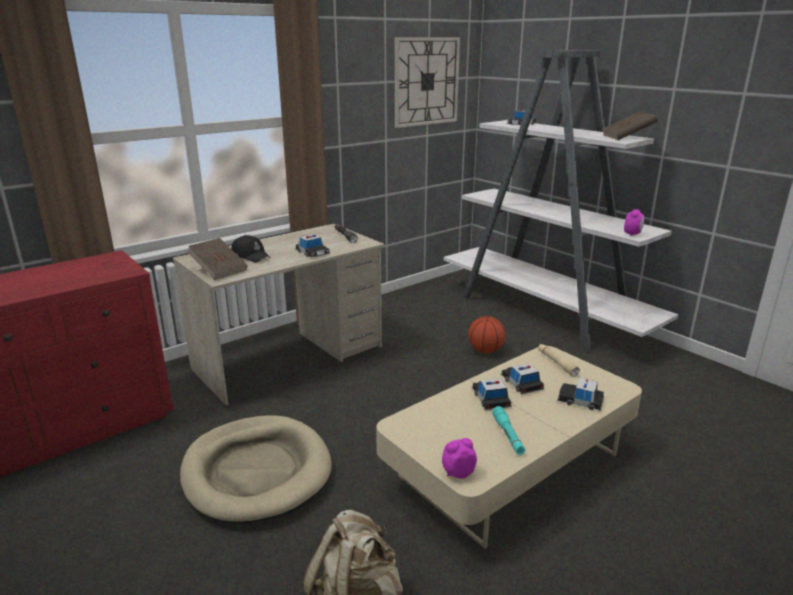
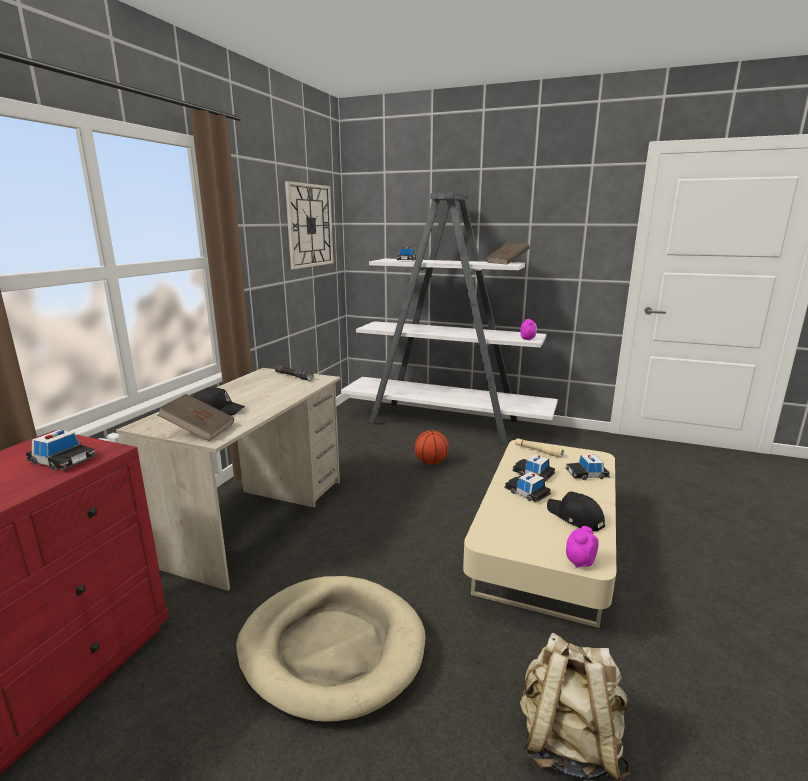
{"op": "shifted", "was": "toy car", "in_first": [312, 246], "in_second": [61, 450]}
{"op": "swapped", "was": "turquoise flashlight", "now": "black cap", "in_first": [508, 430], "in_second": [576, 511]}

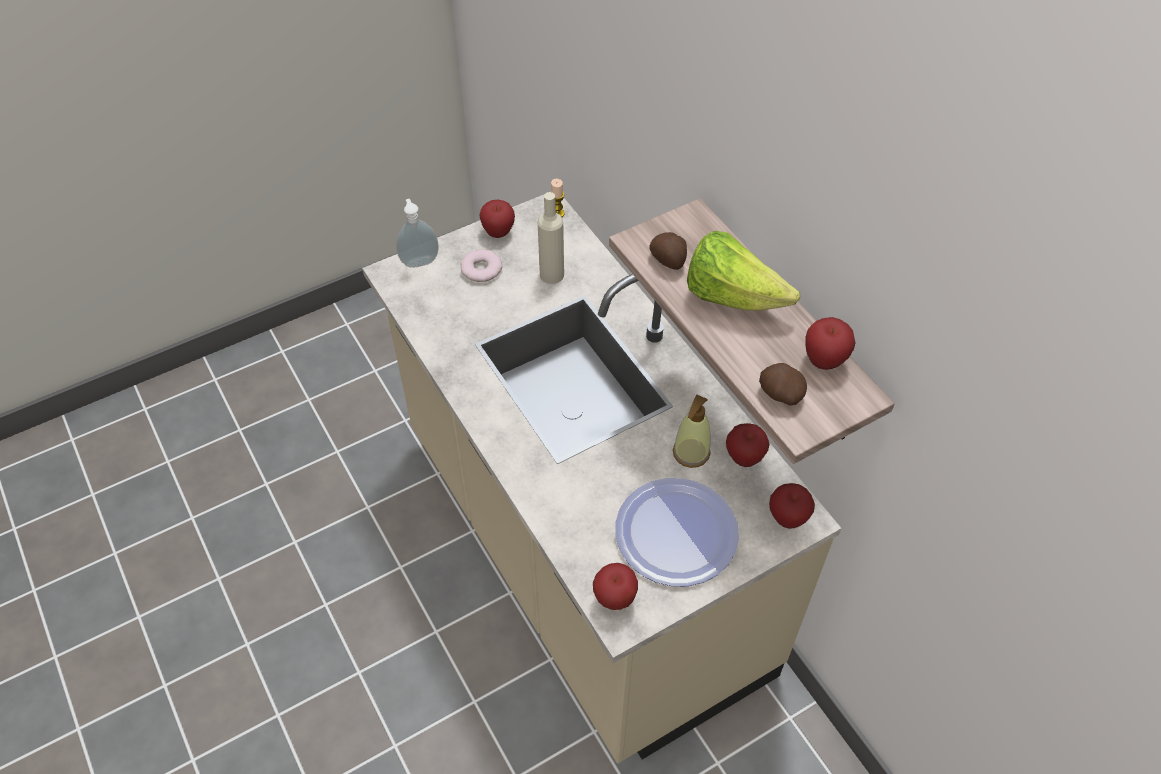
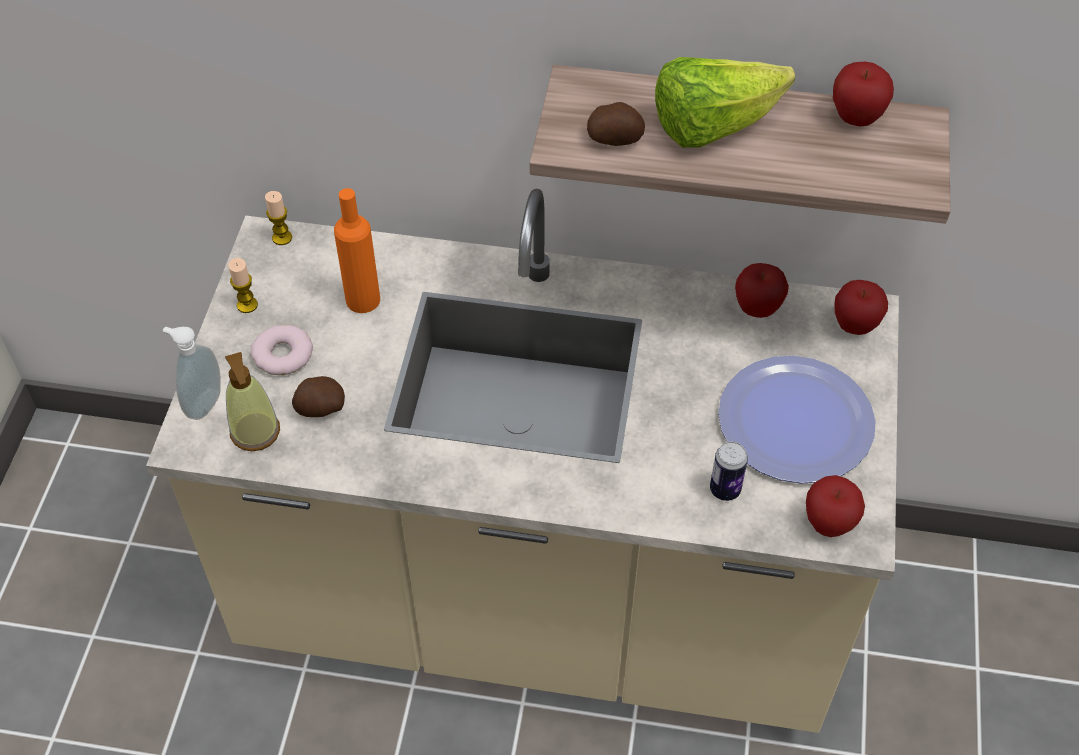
{"op": "new", "now": "can", "in_second": [729, 471]}
{"op": "shifted", "was": "soap dispenser", "in_first": [692, 431], "in_second": [252, 401]}
{"op": "shifted", "was": "potato", "in_first": [783, 384], "in_second": [318, 396]}
{"op": "swapped", "was": "apple", "now": "candle", "in_first": [497, 219], "in_second": [243, 285]}
{"op": "repainted", "was": "beige bottle", "now": "orange bottle", "in_first": [551, 238], "in_second": [357, 250]}

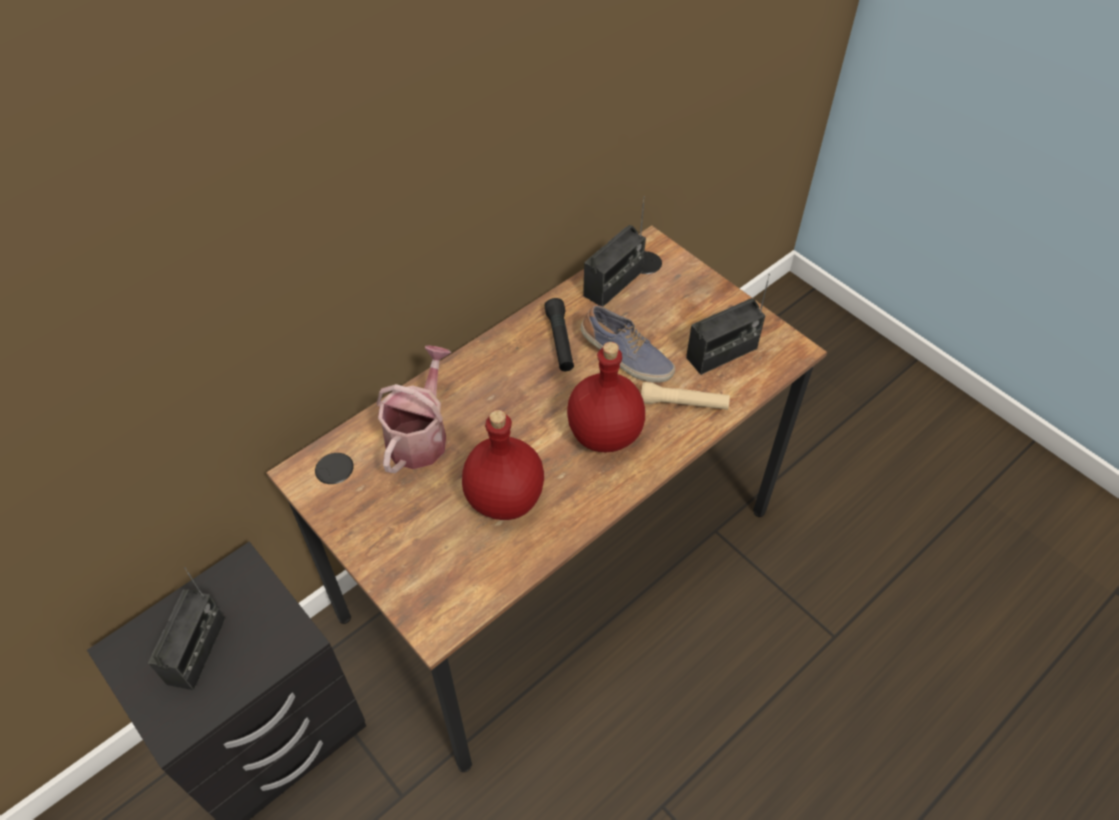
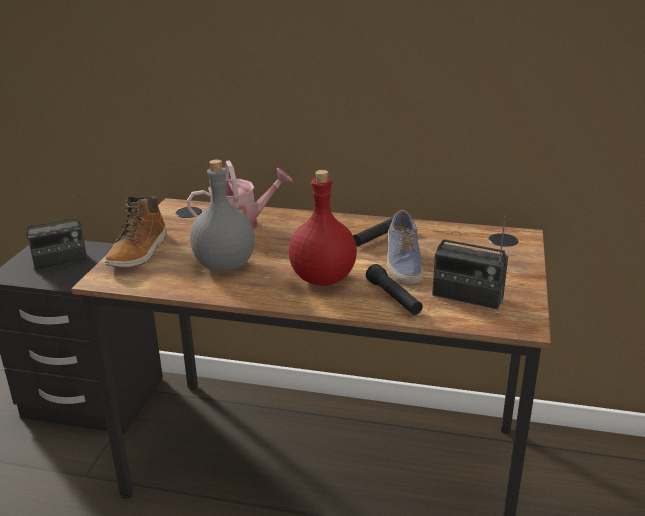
{"op": "gone", "was": "radio", "in_first": [614, 251]}
{"op": "new", "now": "boot", "in_second": [136, 232]}
{"op": "repainted", "was": "red bottle", "now": "grey bottle", "in_first": [503, 465], "in_second": [222, 216]}
{"op": "repainted", "was": "beige flashlight", "now": "black flashlight", "in_first": [685, 396], "in_second": [394, 289]}

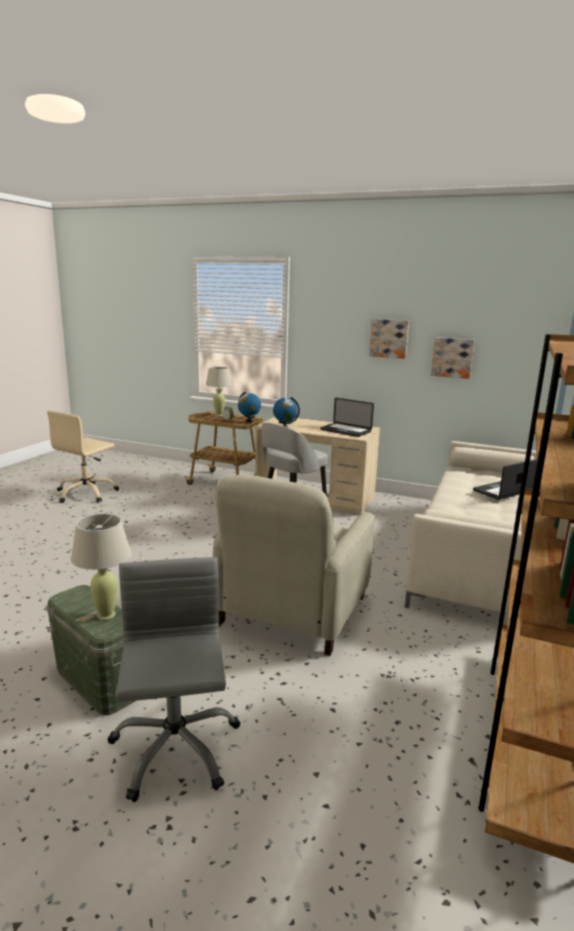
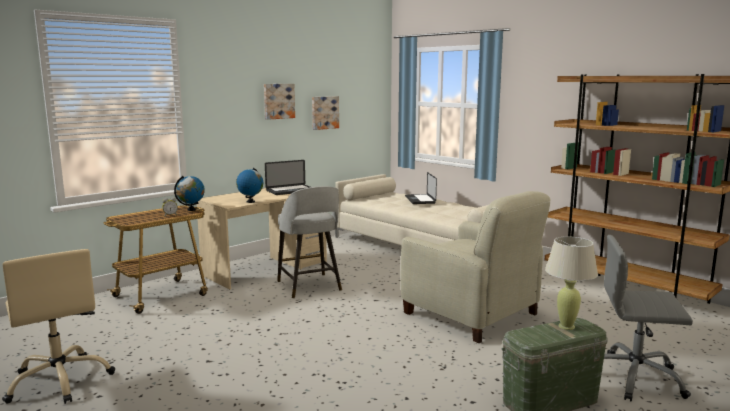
{"op": "gone", "was": "beige table lamp", "in_first": [219, 391]}

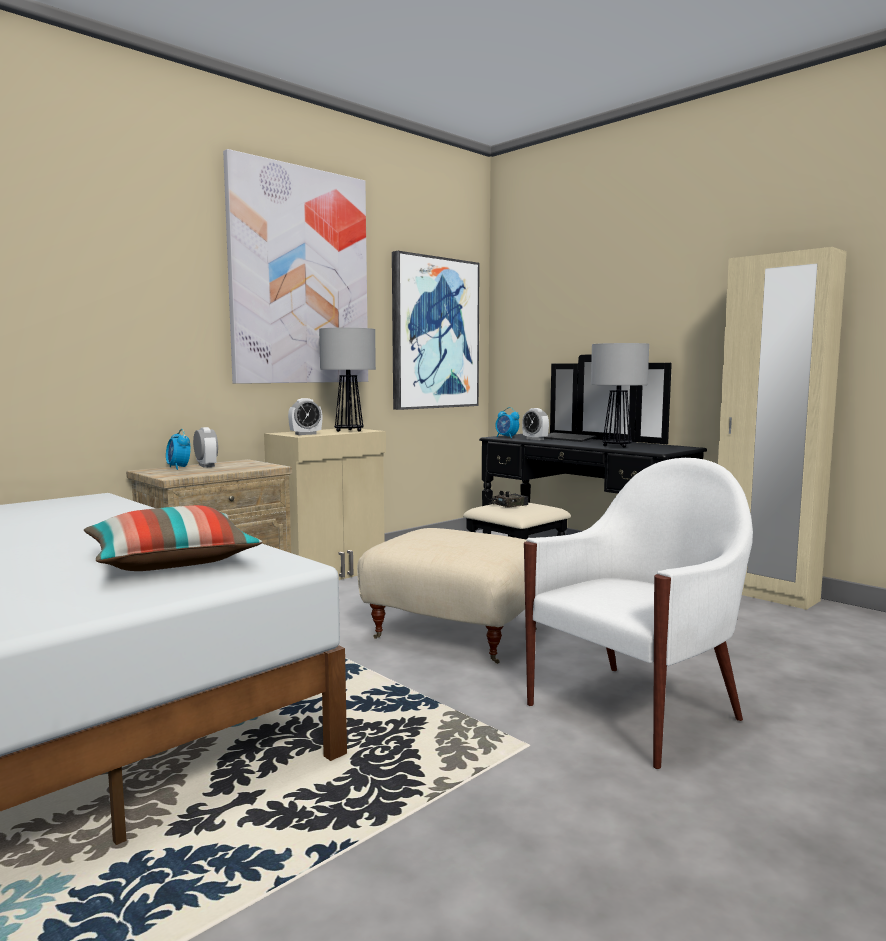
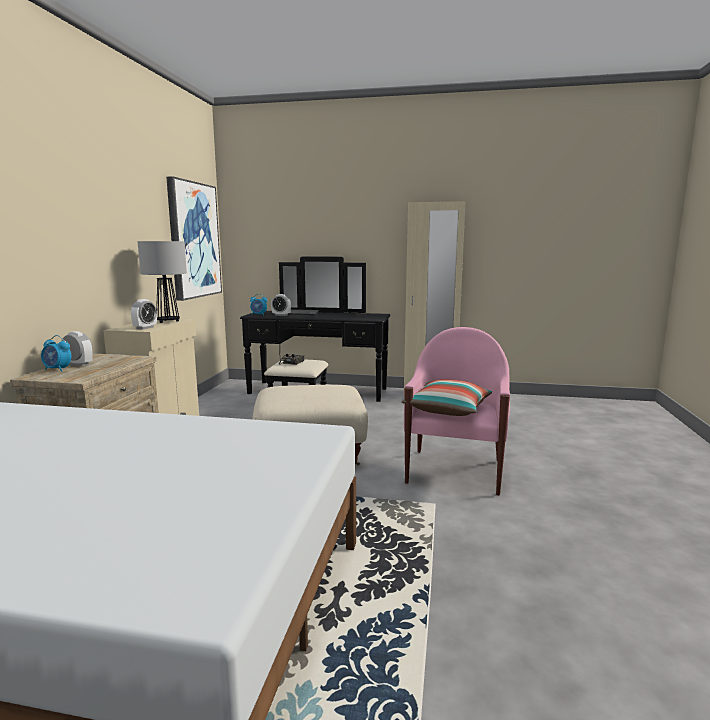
{"op": "gone", "was": "picture", "in_first": [295, 266]}
{"op": "gone", "was": "table lamp", "in_first": [620, 395]}
{"op": "shifted", "was": "pillow", "in_first": [173, 538], "in_second": [447, 397]}
{"op": "repainted", "was": "white armchair", "now": "pink armchair", "in_first": [638, 614], "in_second": [457, 411]}

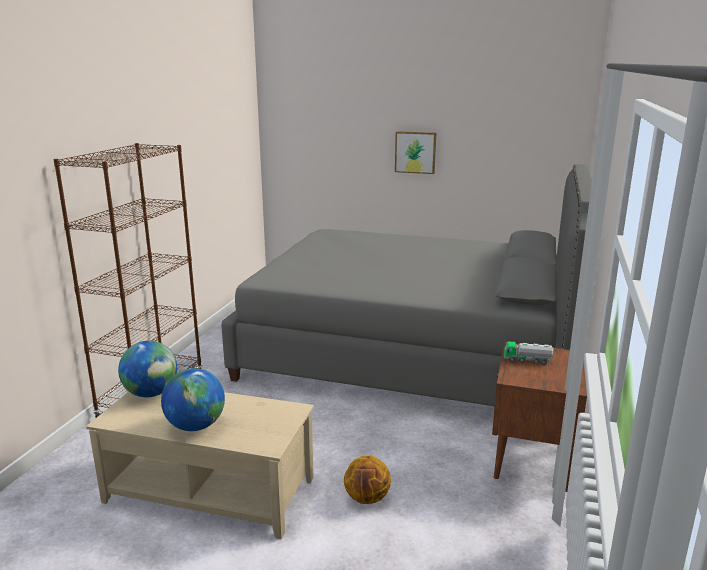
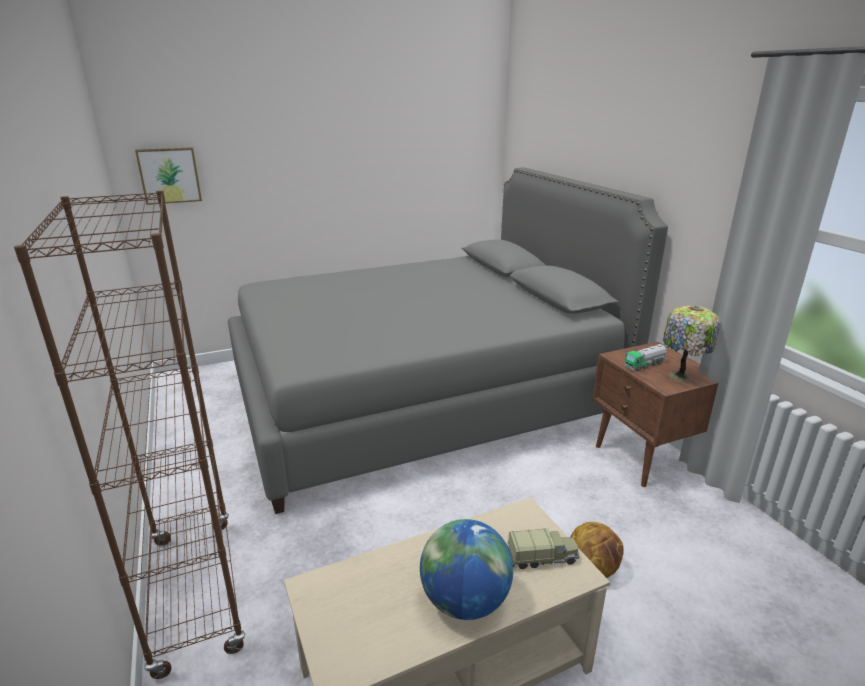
{"op": "gone", "was": "globe", "in_first": [147, 369]}
{"op": "new", "now": "toy truck", "in_second": [543, 548]}
{"op": "new", "now": "table lamp", "in_second": [691, 344]}
{"op": "shifted", "was": "picture", "in_first": [415, 152], "in_second": [168, 176]}

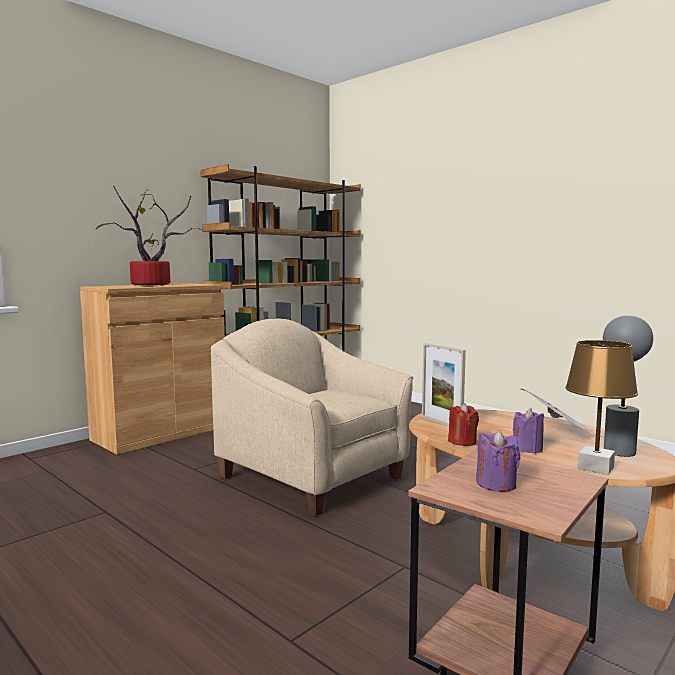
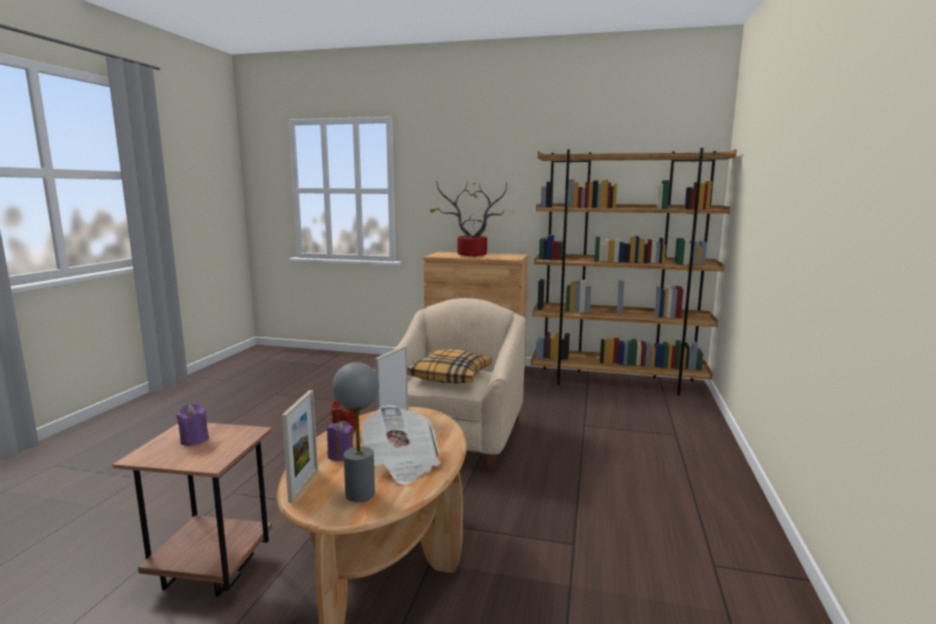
{"op": "new", "now": "pillow", "in_second": [449, 366]}
{"op": "swapped", "was": "brown table lamp", "now": "picture frame", "in_first": [601, 407], "in_second": [300, 446]}

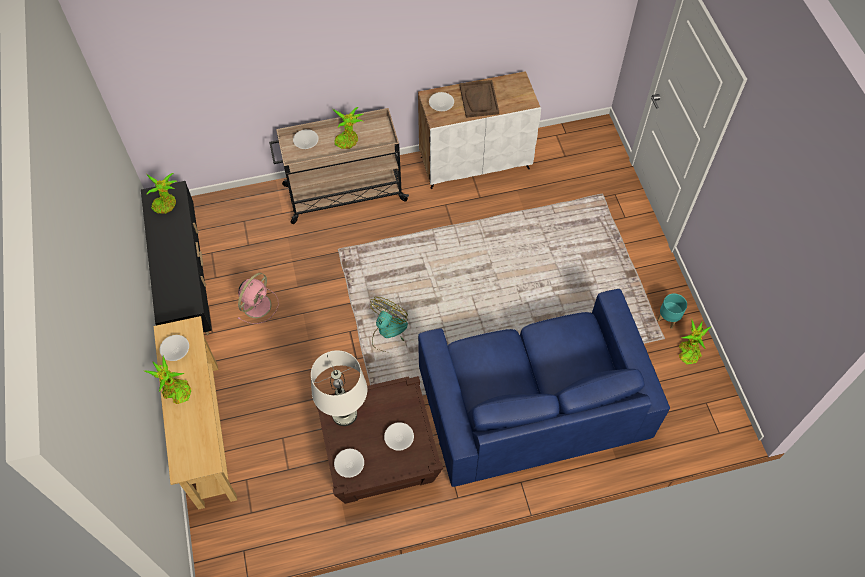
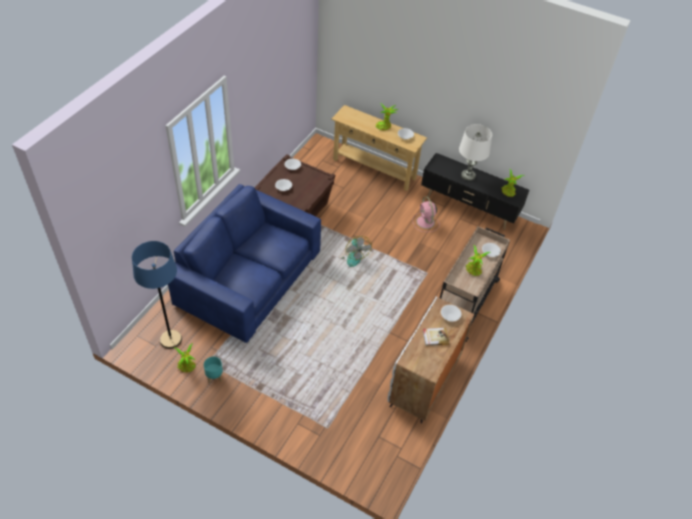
{"op": "new", "now": "blue floor lamp", "in_second": [157, 295]}
{"op": "shifted", "was": "white table lamp", "in_first": [339, 388], "in_second": [475, 152]}
{"op": "swapped", "was": "brown tray", "now": "book", "in_first": [479, 99], "in_second": [436, 337]}

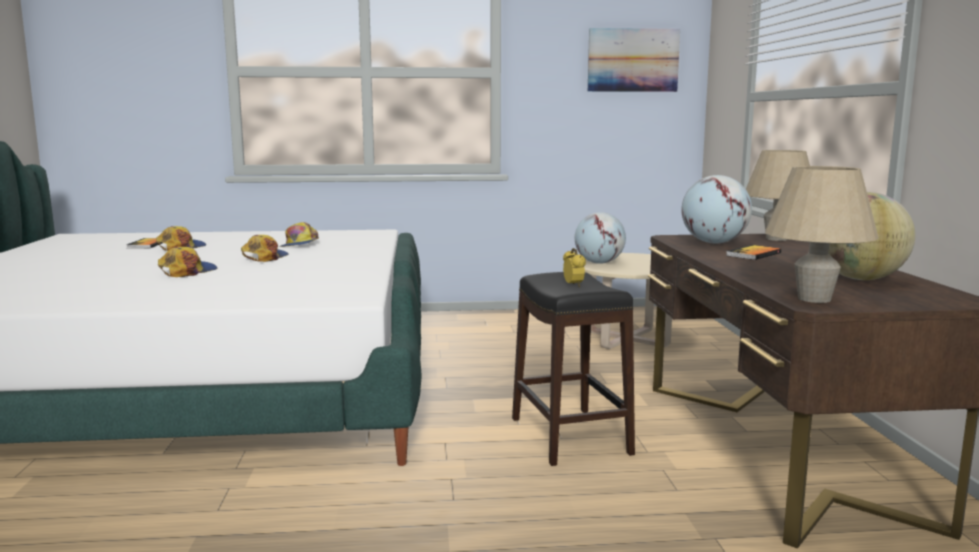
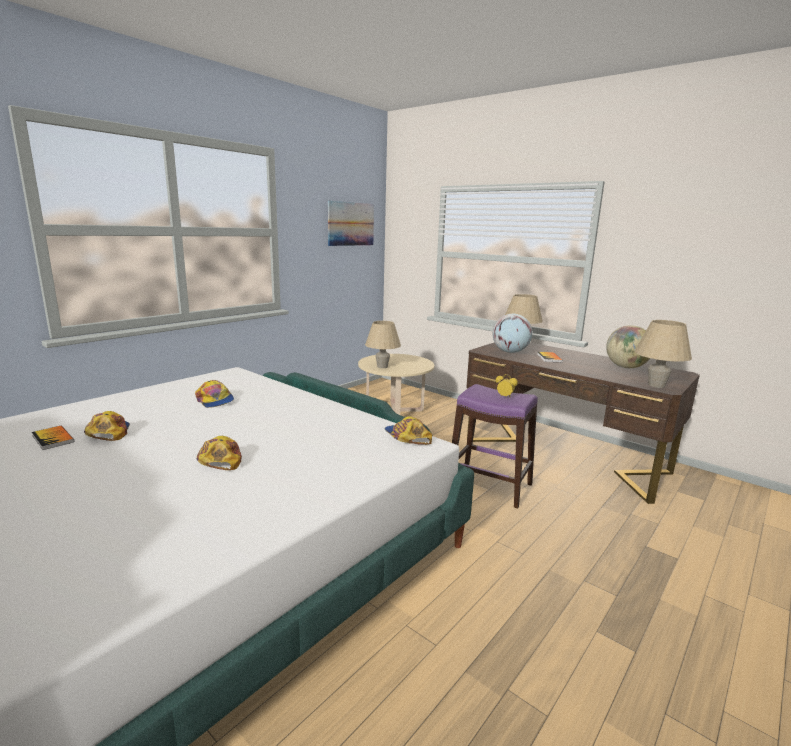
{"op": "shifted", "was": "cap", "in_first": [265, 248], "in_second": [408, 430]}
{"op": "swapped", "was": "globe", "now": "beige table lamp", "in_first": [600, 238], "in_second": [383, 344]}
{"op": "repainted", "was": "black stool", "now": "purple stool", "in_first": [573, 369], "in_second": [495, 446]}

